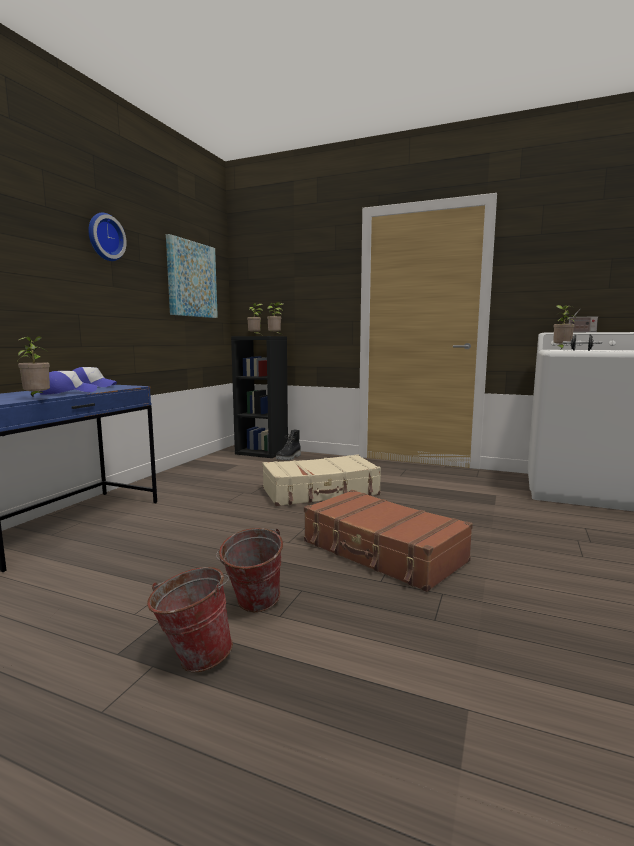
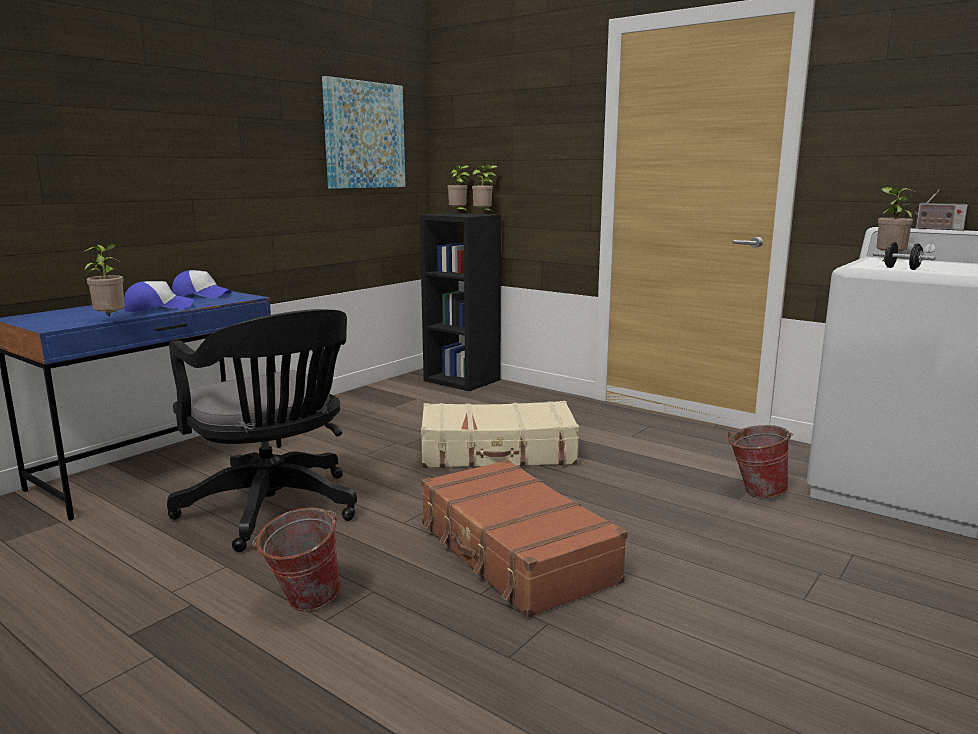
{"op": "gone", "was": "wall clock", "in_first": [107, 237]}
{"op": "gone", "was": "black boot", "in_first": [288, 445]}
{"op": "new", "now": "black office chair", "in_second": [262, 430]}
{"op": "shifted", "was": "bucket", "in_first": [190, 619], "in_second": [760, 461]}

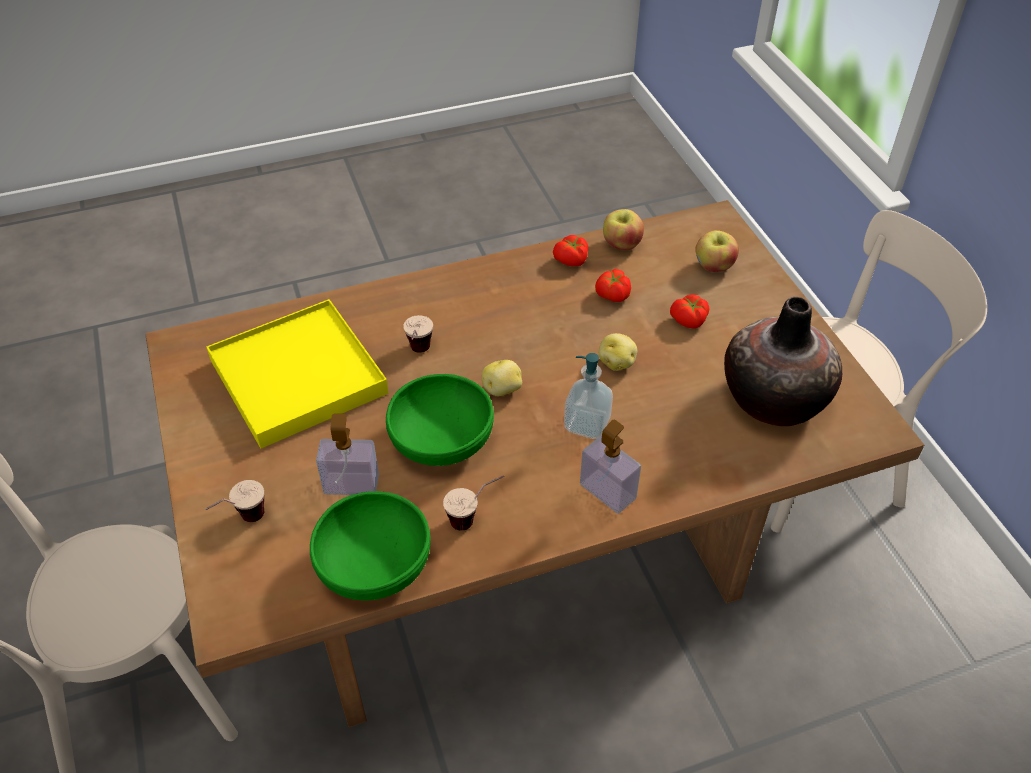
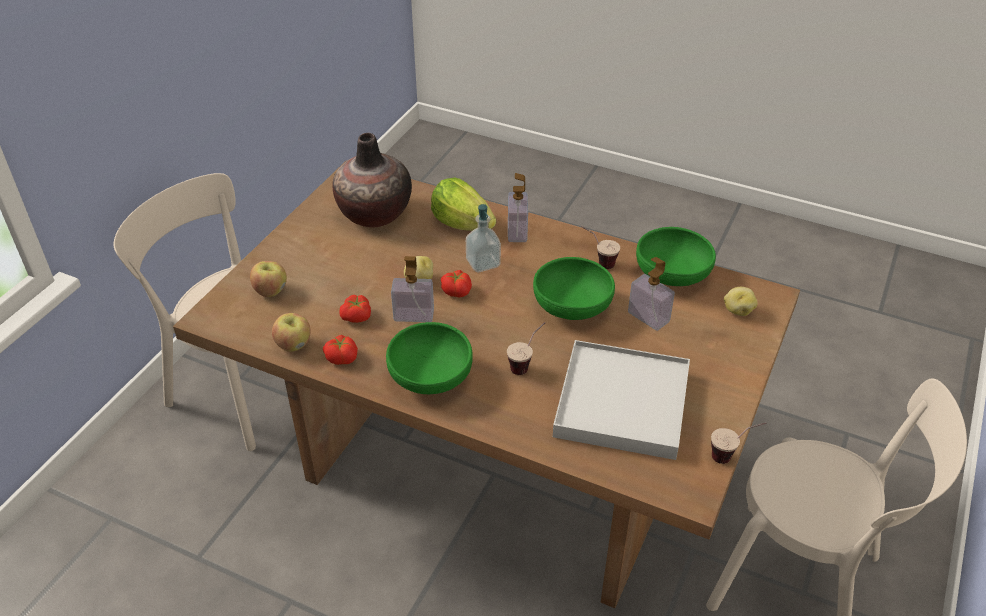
{"op": "new", "now": "green bowl", "in_second": [429, 358]}
{"op": "new", "now": "soap dispenser", "in_second": [412, 289]}
{"op": "new", "now": "lettuce", "in_second": [463, 204]}
{"op": "shifted", "was": "cup", "in_first": [234, 501], "in_second": [738, 443]}
{"op": "shifted", "was": "potato", "in_first": [502, 378], "in_second": [741, 301]}
{"op": "shifted", "was": "tomato", "in_first": [689, 311], "in_second": [456, 284]}
{"op": "repainted", "was": "yellow tray", "now": "white tray", "in_first": [298, 373], "in_second": [621, 400]}

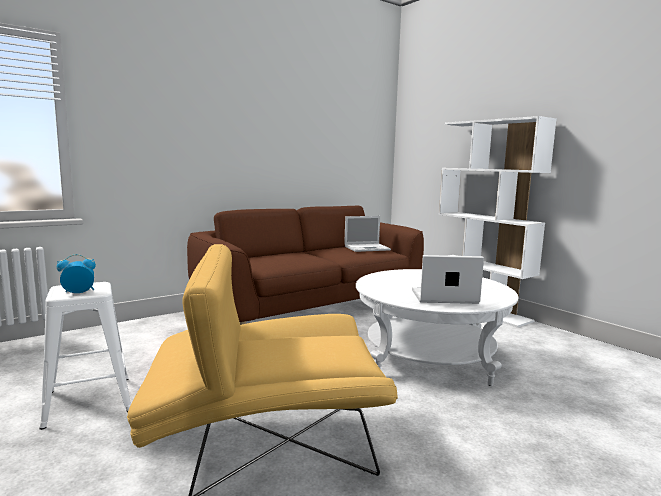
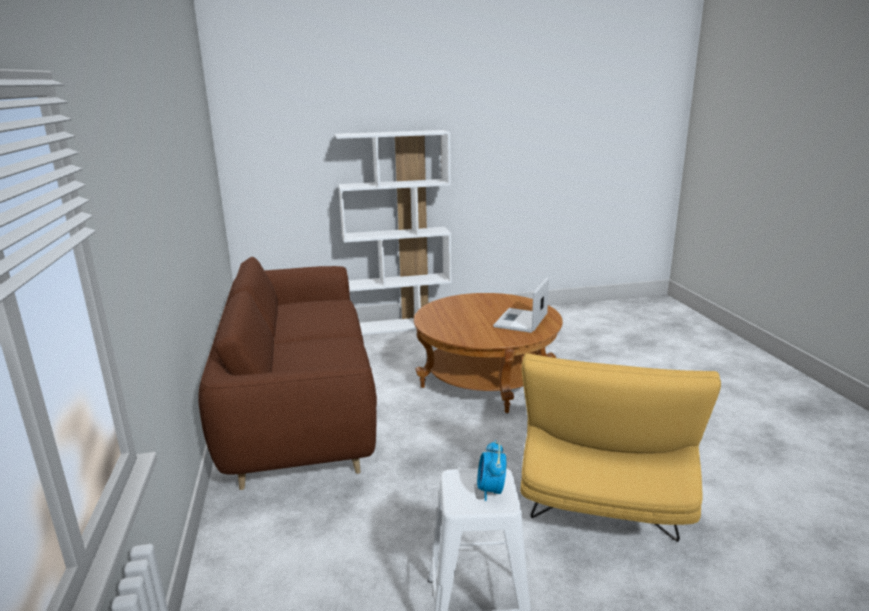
{"op": "gone", "was": "laptop", "in_first": [367, 234]}
{"op": "repainted", "was": "white coffee table", "now": "brown coffee table", "in_first": [437, 327], "in_second": [488, 353]}

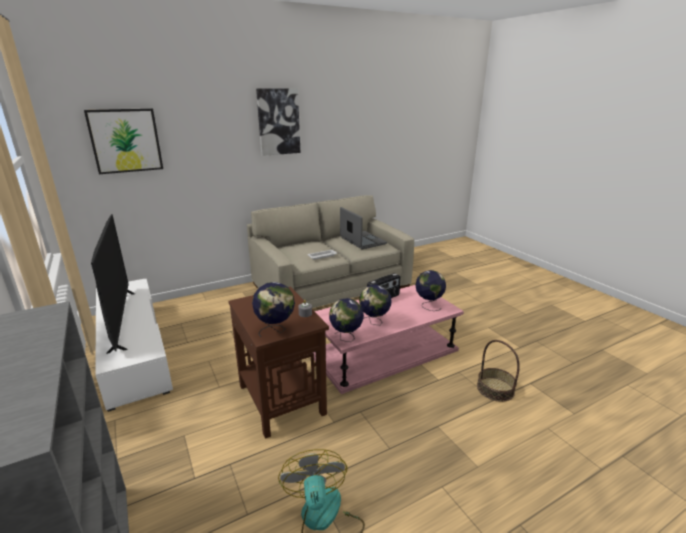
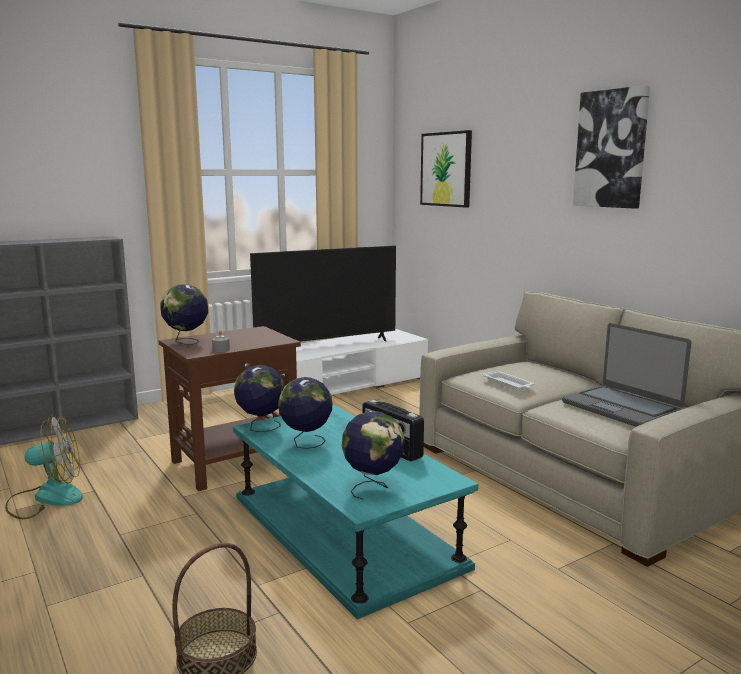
{"op": "repainted", "was": "pink coffee table", "now": "turquoise coffee table", "in_first": [388, 339], "in_second": [355, 512]}
{"op": "rotated", "was": "laptop", "in_first": [363, 228], "in_second": [626, 375], "clockwise": 90}

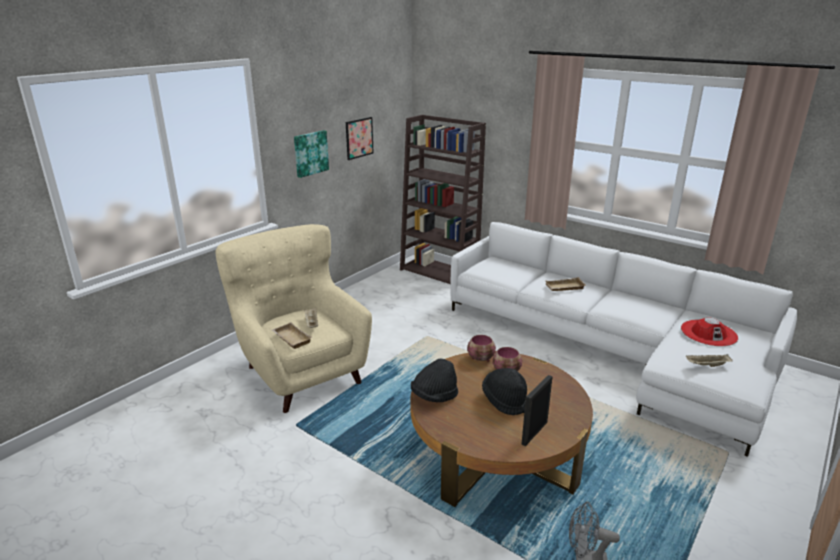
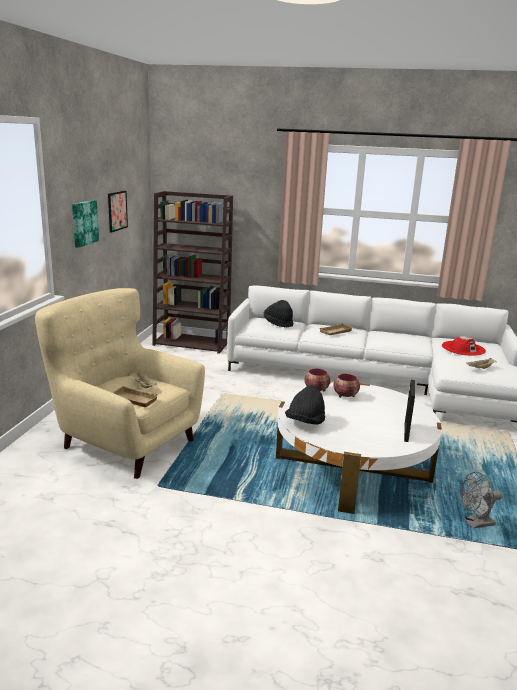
{"op": "shifted", "was": "black hat", "in_first": [504, 391], "in_second": [278, 313]}
{"op": "repainted", "was": "brown coffee table", "now": "white coffee table", "in_first": [501, 429], "in_second": [359, 448]}

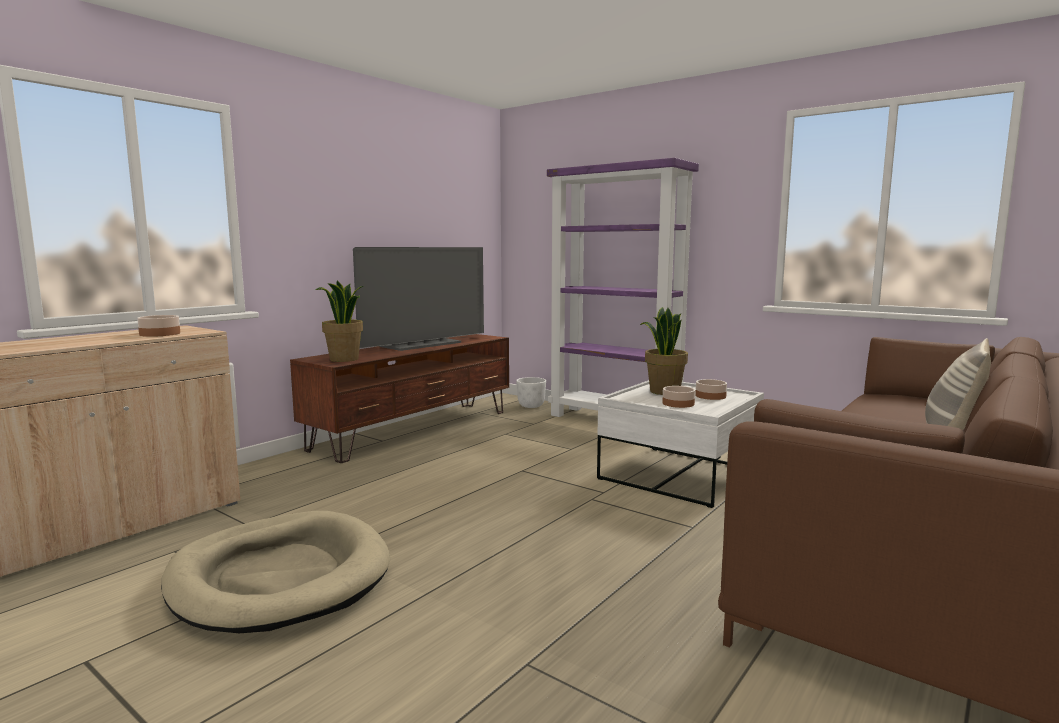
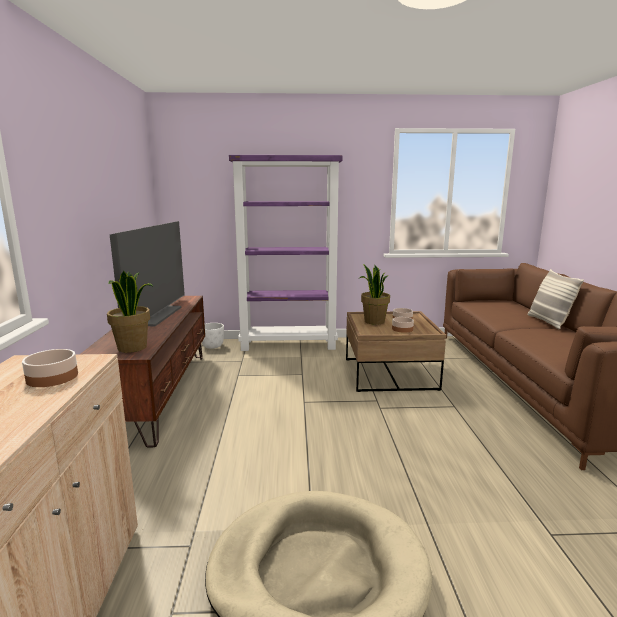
{"op": "repainted", "was": "white coffee table", "now": "brown coffee table", "in_first": [680, 444], "in_second": [396, 351]}

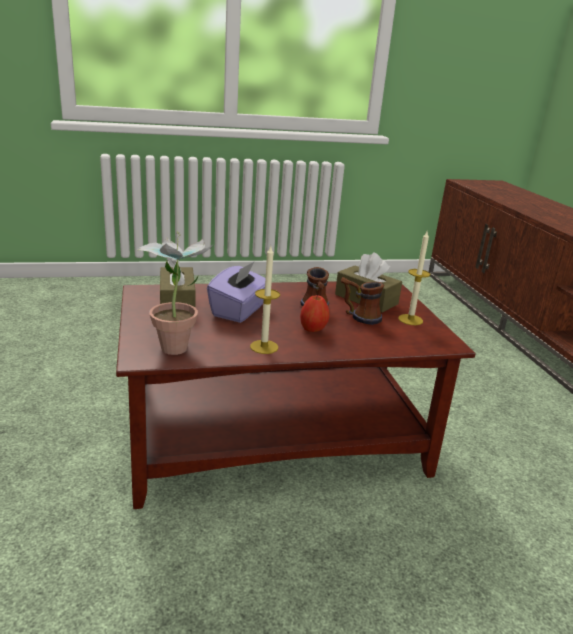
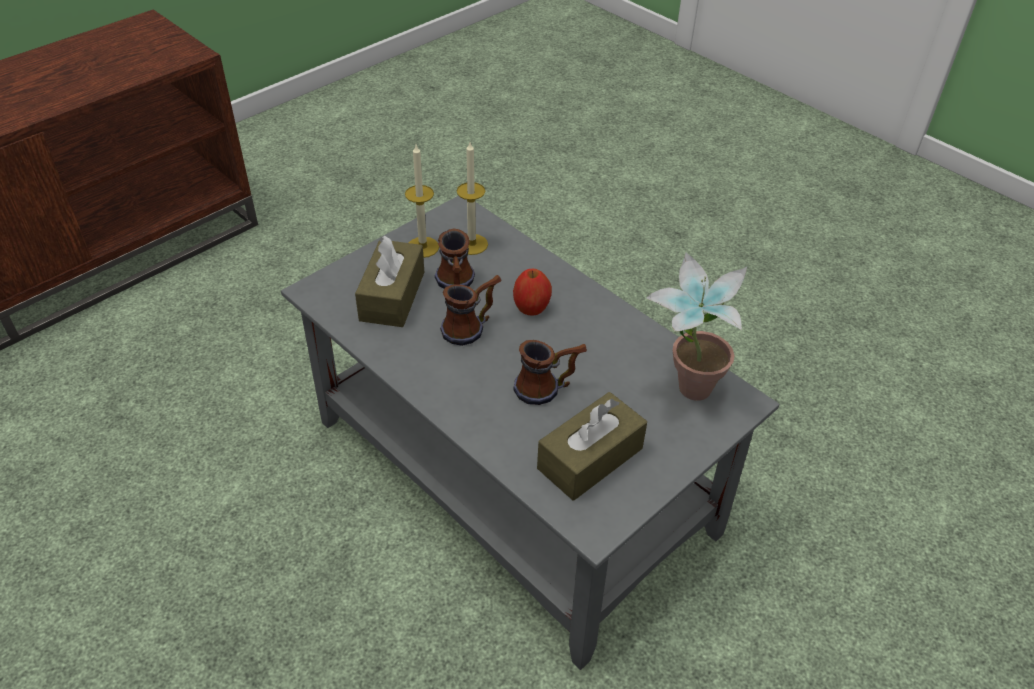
{"op": "shifted", "was": "candle", "in_first": [265, 300], "in_second": [472, 198]}
{"op": "swapped", "was": "purple tissue box", "now": "mug", "in_first": [236, 292], "in_second": [550, 372]}
{"op": "repainted", "was": "brown coffee table", "now": "grey coffee table", "in_first": [296, 395], "in_second": [530, 433]}

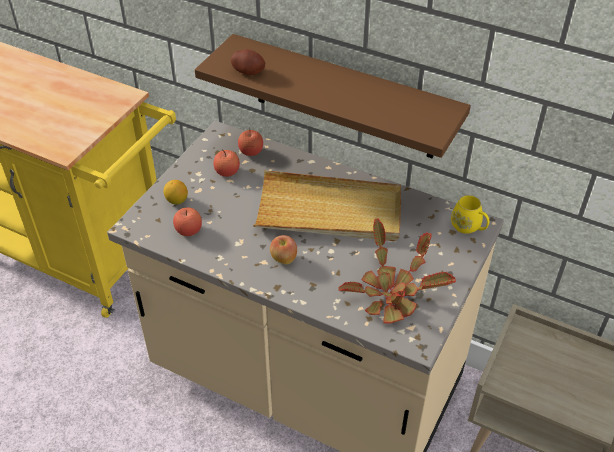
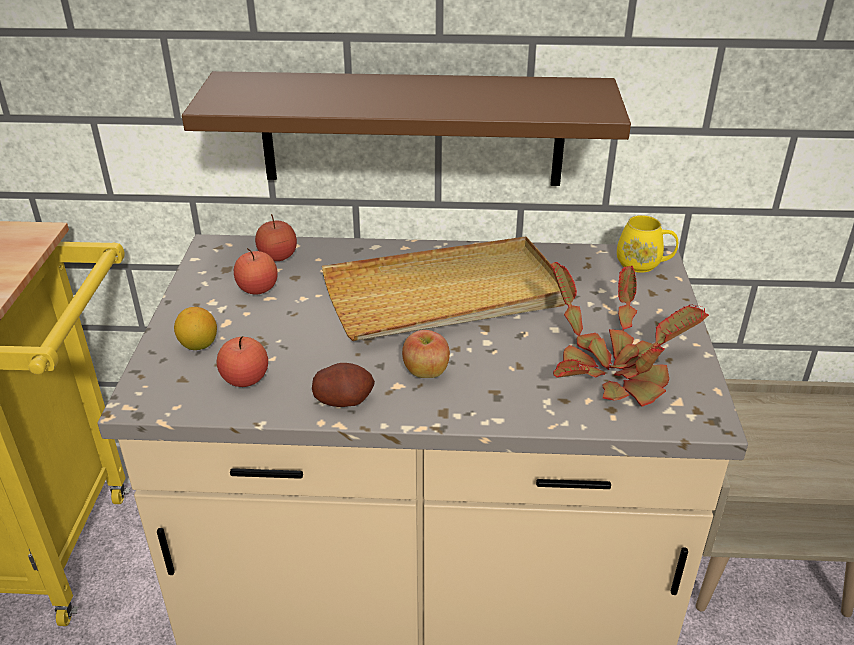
{"op": "shifted", "was": "potato", "in_first": [248, 62], "in_second": [343, 385]}

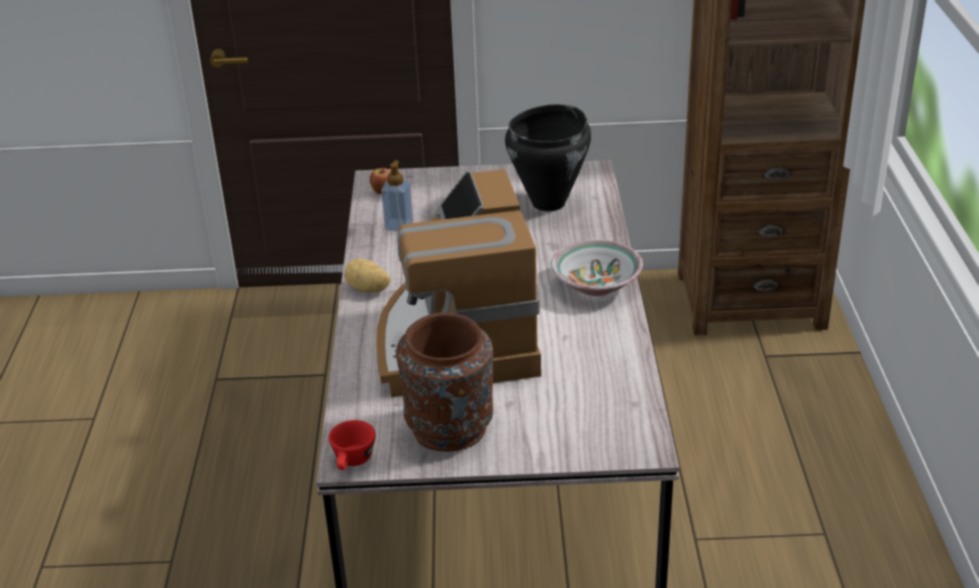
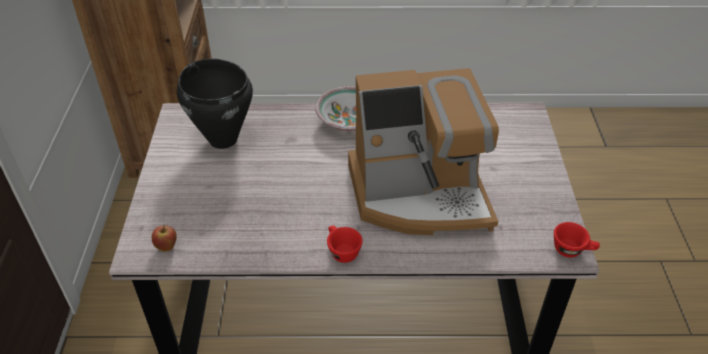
{"op": "gone", "was": "soap dispenser", "in_first": [397, 196]}
{"op": "gone", "was": "brown vase", "in_first": [444, 381]}
{"op": "swapped", "was": "potato", "now": "red cup", "in_first": [367, 275], "in_second": [345, 244]}

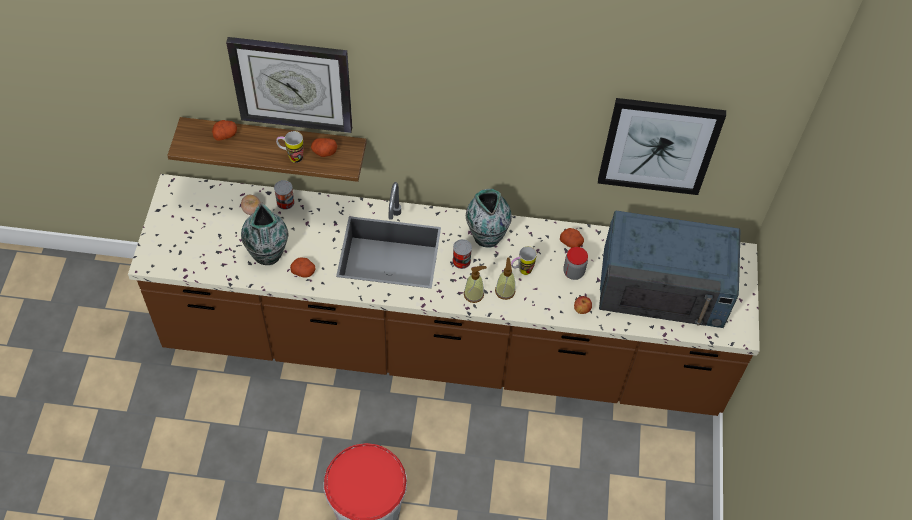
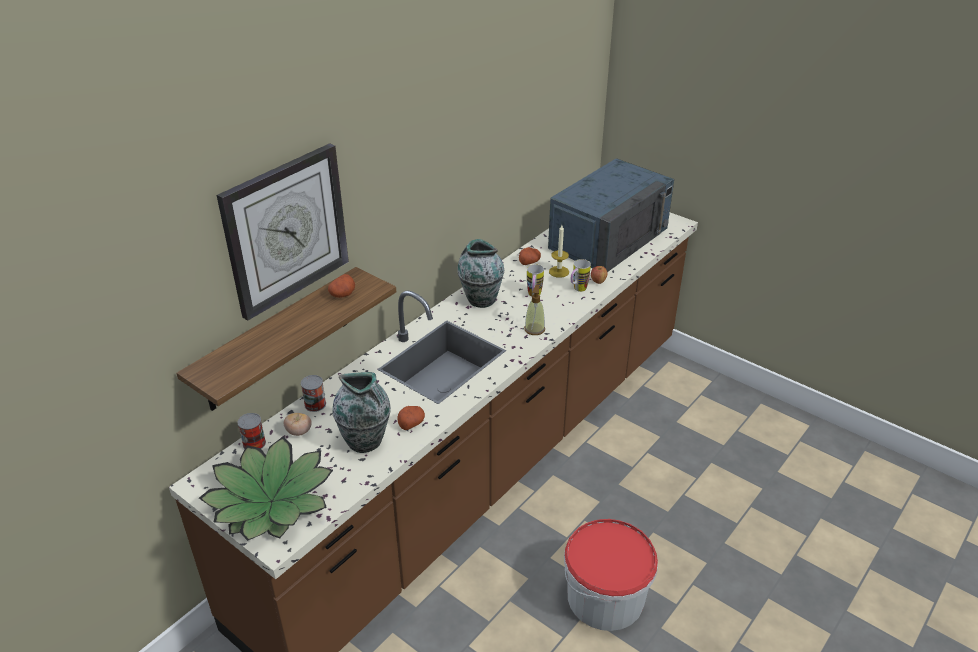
{"op": "gone", "was": "potato", "in_first": [224, 130]}
{"op": "gone", "was": "soap dispenser", "in_first": [505, 279]}
{"op": "gone", "was": "picture", "in_first": [662, 146]}
{"op": "new", "now": "potted plant", "in_second": [266, 488]}
{"op": "shifted", "was": "mug", "in_first": [290, 147], "in_second": [581, 275]}
{"op": "shifted", "was": "can", "in_first": [462, 254], "in_second": [252, 431]}
{"op": "swapped", "was": "jar", "now": "candle", "in_first": [575, 263], "in_second": [559, 251]}

